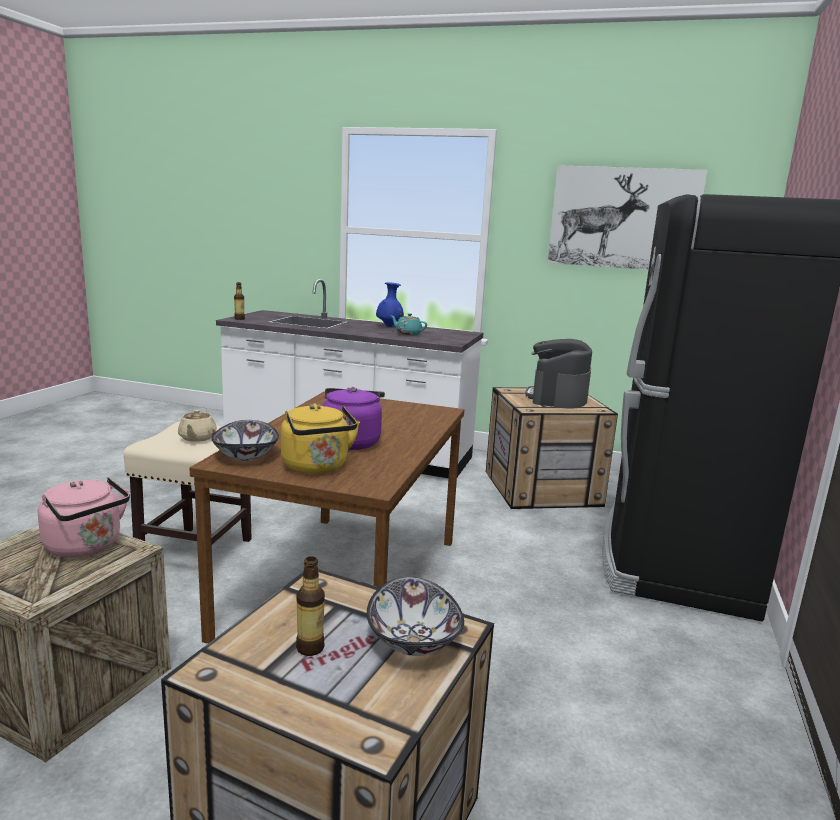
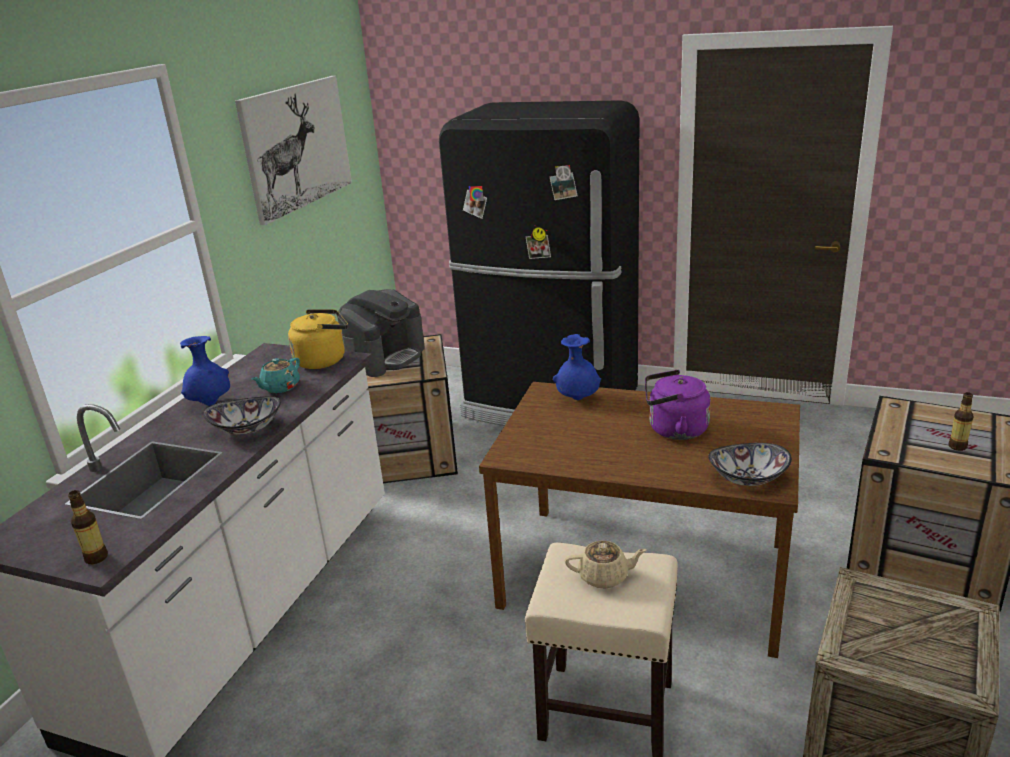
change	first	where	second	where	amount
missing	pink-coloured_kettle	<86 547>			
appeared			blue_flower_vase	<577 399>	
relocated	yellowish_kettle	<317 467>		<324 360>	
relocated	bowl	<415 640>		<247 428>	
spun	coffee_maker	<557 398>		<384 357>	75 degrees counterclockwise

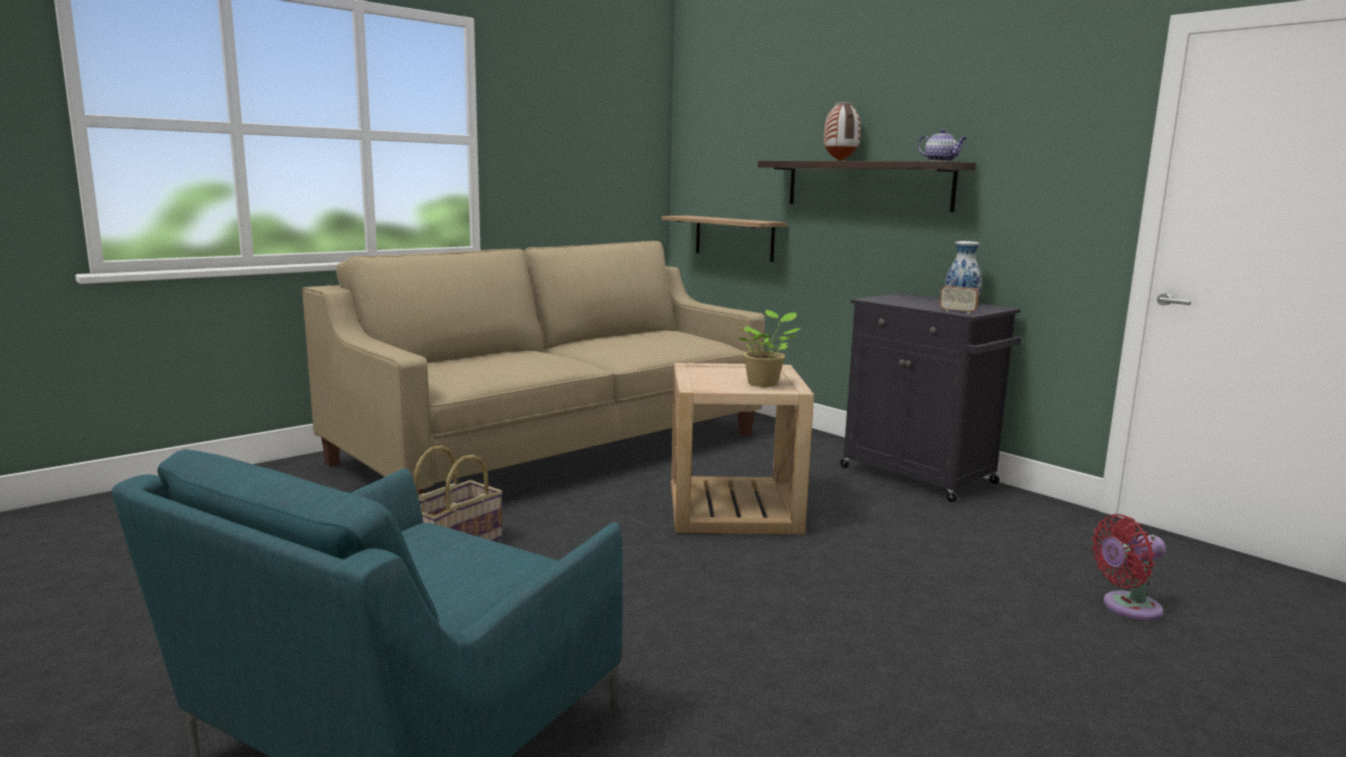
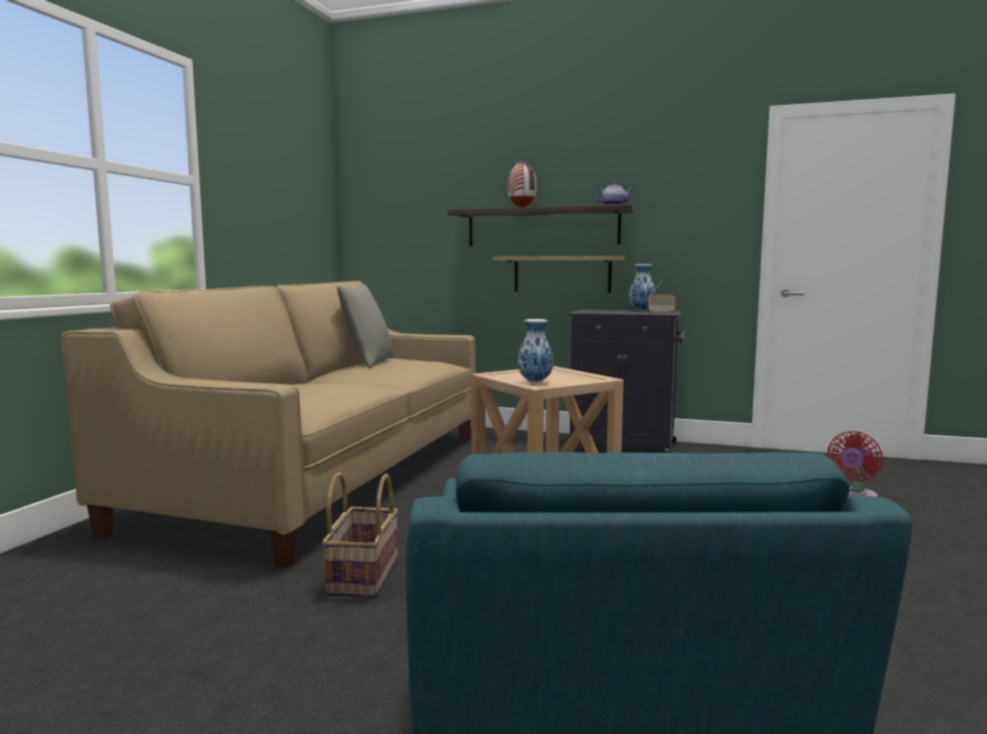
change	first	where	second	where	amount
missing	plant_in_a_pot	<764 383>			
appeared			greyish_pillow	<368 362>	
appeared			flower_vase	<535 381>	
relocated	bracket_shelf	<734 238>		<562 274>	

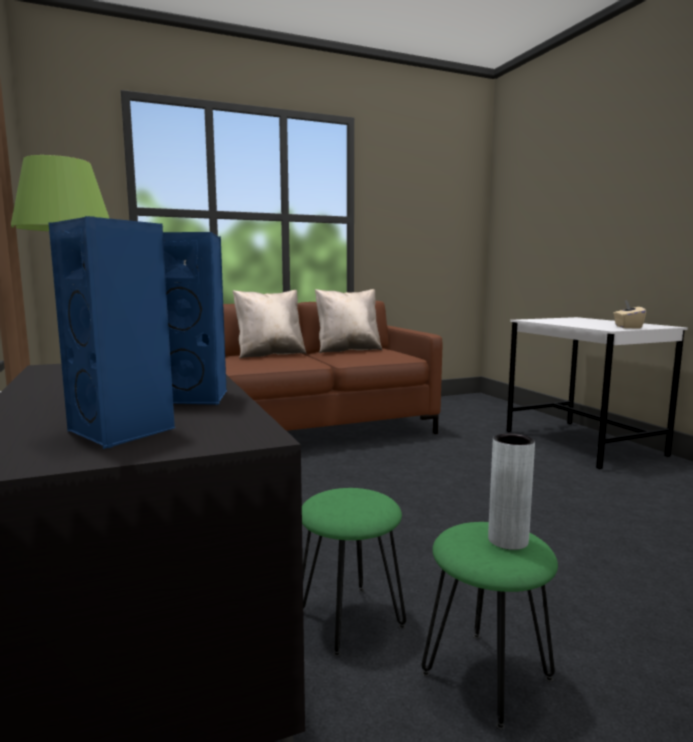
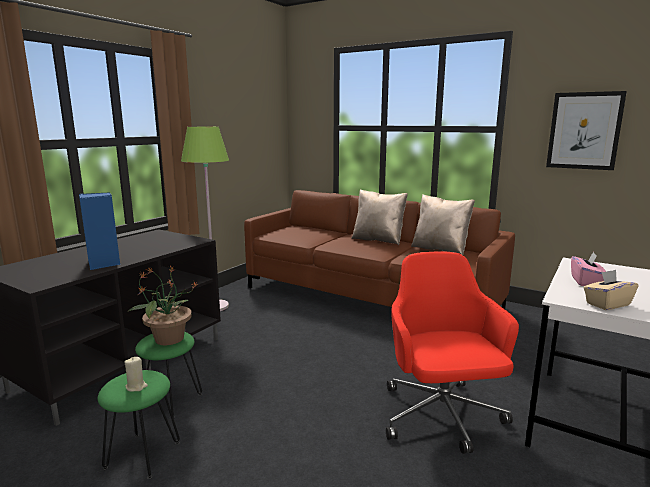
change	first	where	second	where	amount
missing	blue_loudspeaker	<124 431>			
appeared			plant_in_a_pot	<168 339>	
appeared			red-coloured_office_chair	<441 416>	
appeared			wall_art	<584 131>	
appeared			pink-coloured_tissue_box	<586 282>	
exchanged	greyish_flower_vase	<508 540>	beige_wax_candle	<136 386>	

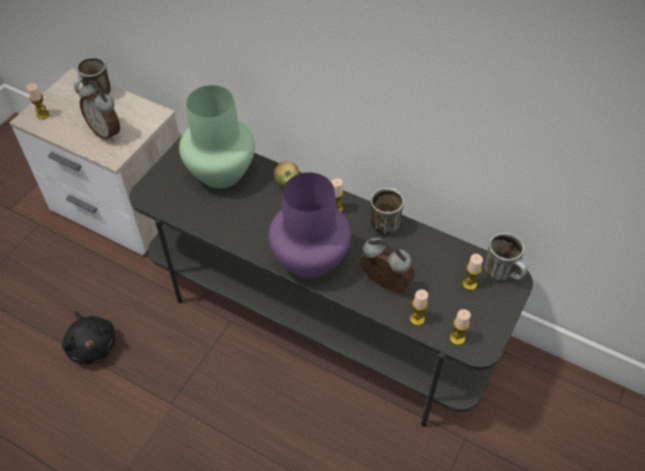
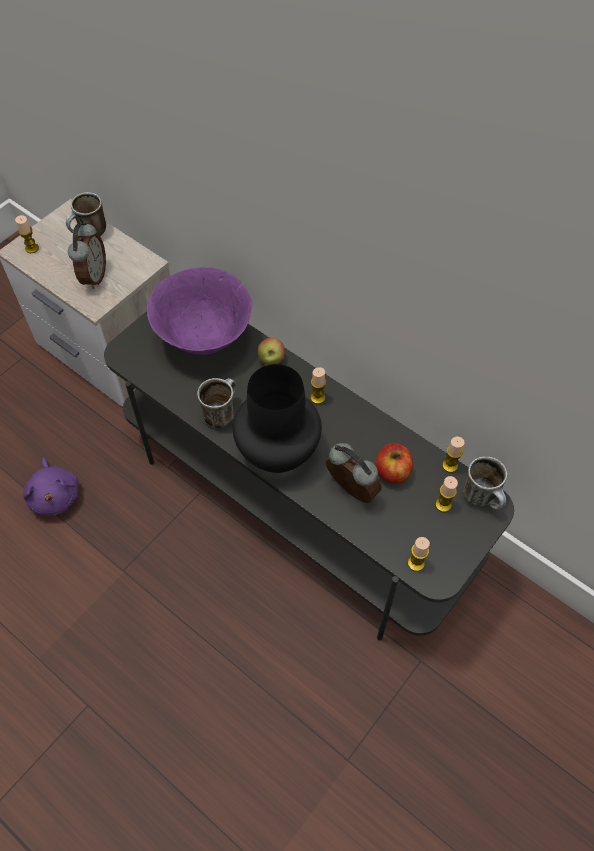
change	first	where	second	where	amount
appeared			whole_apple	<392 472>	
relocated	tea_mug	<385 222>		<220 412>	
relocated	wax_candle	<417 319>		<450 465>	
exchanged	greenish_flower_vase	<221 172>	purple-coloured_bowl	<204 338>	
colour	black-coloured_cuddly_toy	<92 345>	purple-coloured_cuddly_toy	<55 495>	
colour	purple-coloured_flower_vase	<309 259>	black-coloured_flower_vase	<277 450>	
spun	table_clock	<106 132>		<93 276>	135 degrees counterclockwise

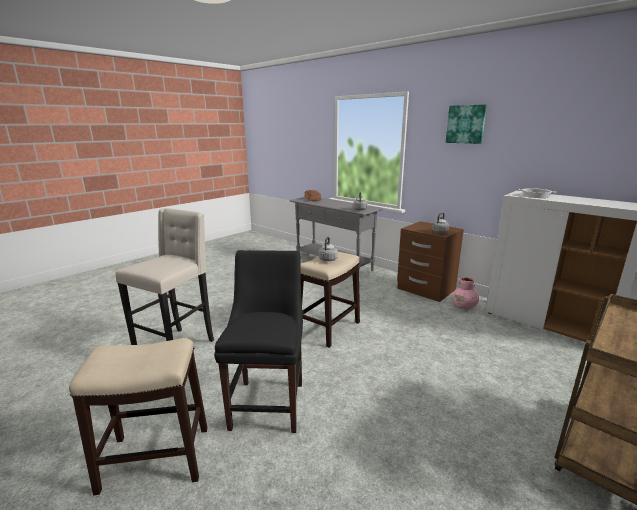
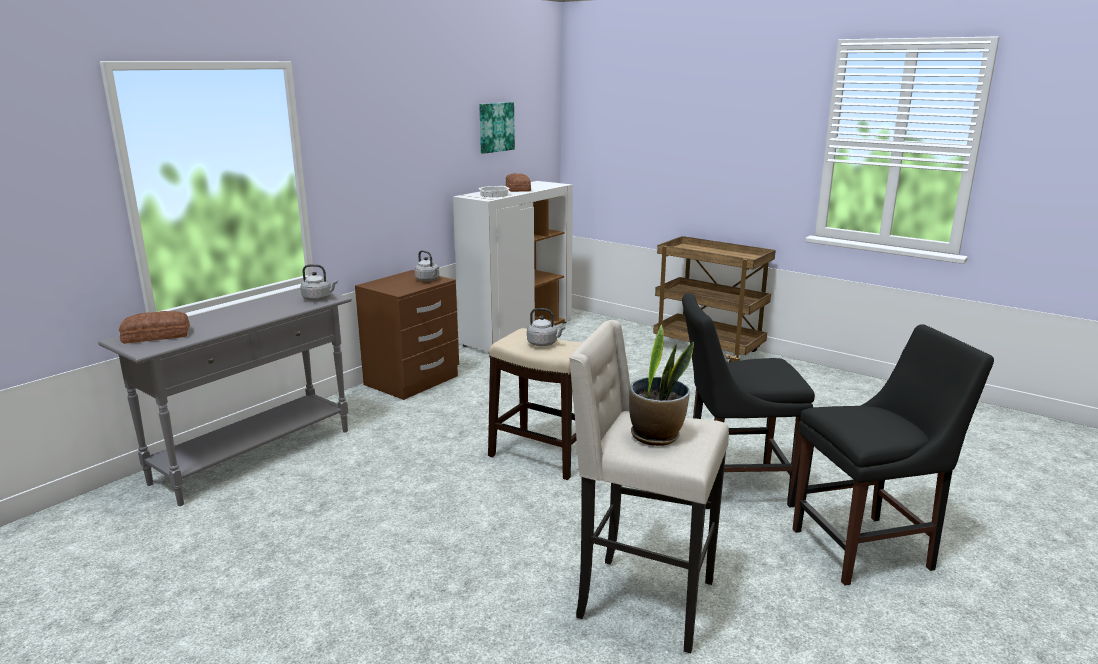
change	first	where	second	where	amount
missing	pink-coloured_flower_vase	<464 306>			
appeared			bread	<517 189>	
appeared			plant_in_a_pot	<656 436>	
relocated	wall_art	<466 124>		<495 127>	
exchanged	stool_seat	<154 459>	black-coloured_chair	<868 548>	

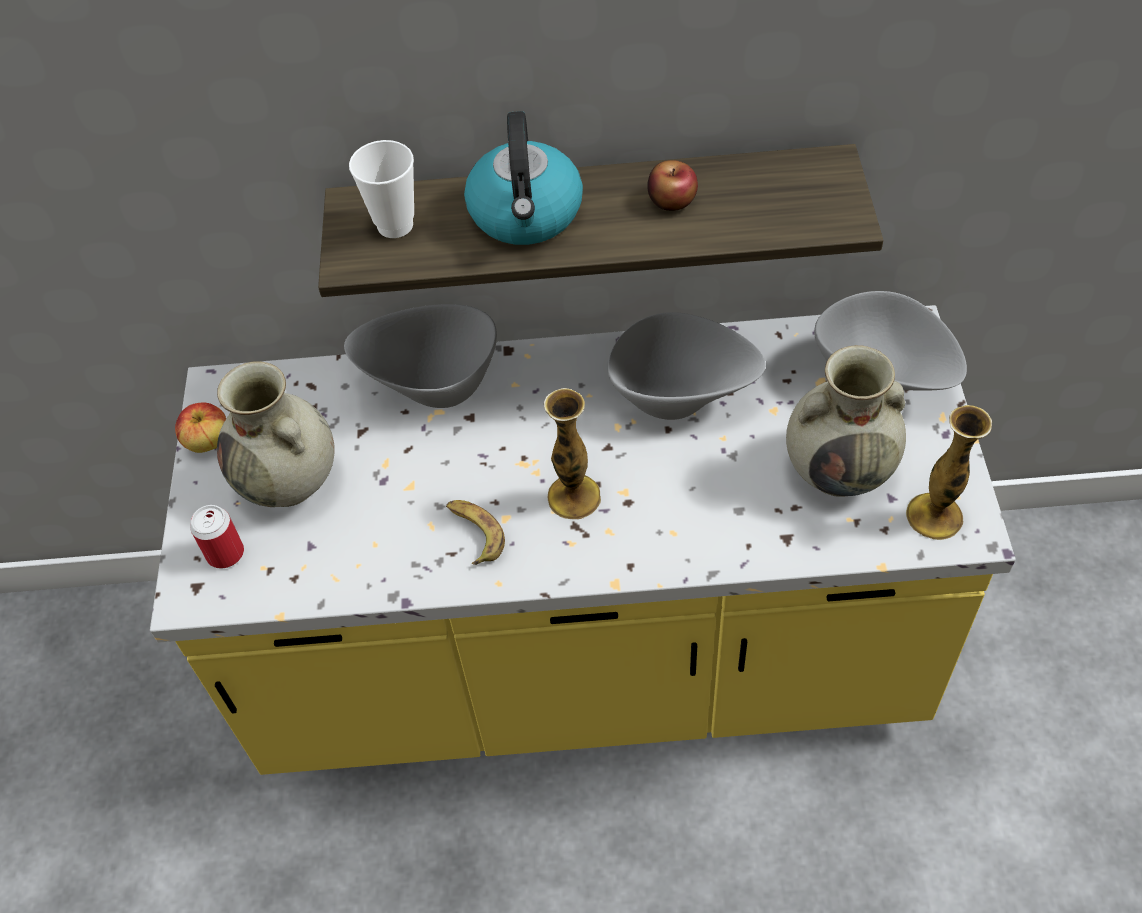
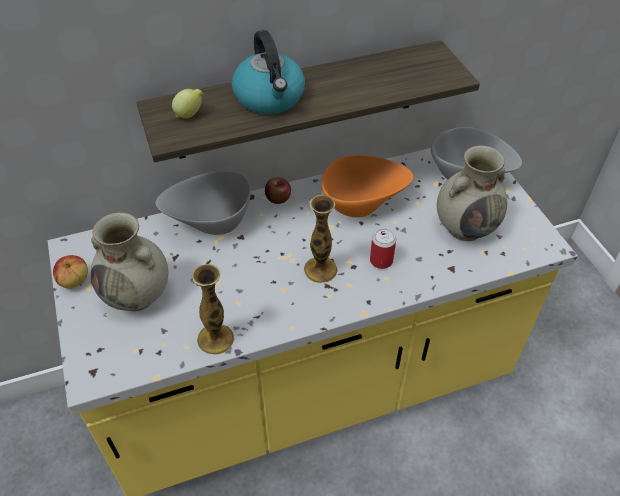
change	first	where	second	where	amount
missing	whole_banana	<474 533>			
relocated	sealed_can	<225 553>		<381 260>	
relocated	whole_apple	<672 200>		<278 198>	
relocated	flower_vase	<934 516>		<215 339>	
exchanged	cup	<395 225>	citrus_fruit	<190 114>	
colour	greyish_bowl	<681 396>	orange-coloured_bowl	<362 204>	

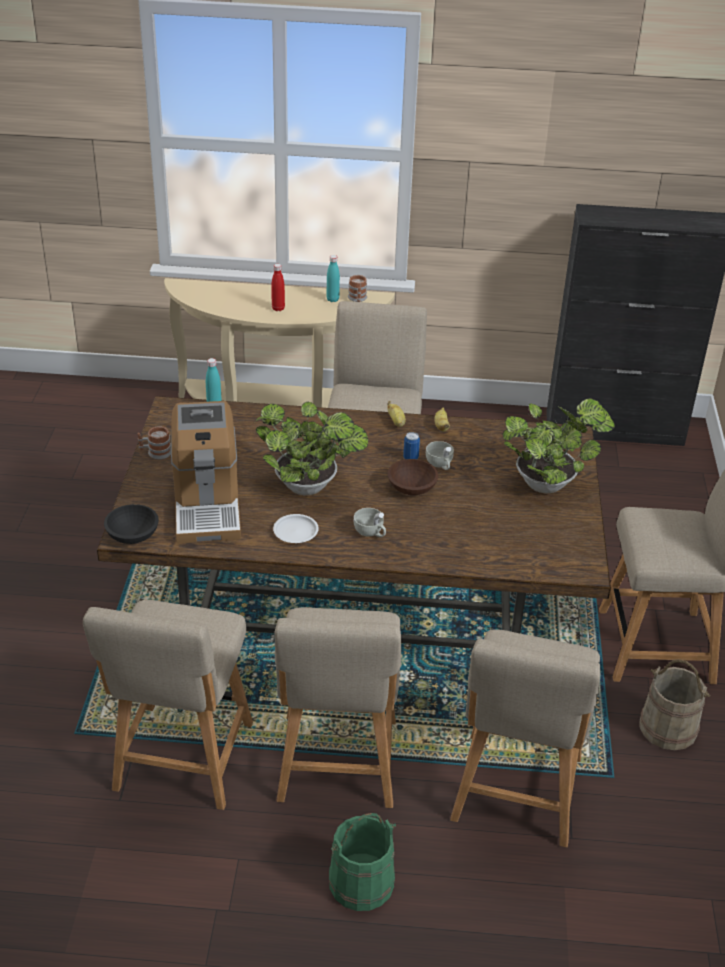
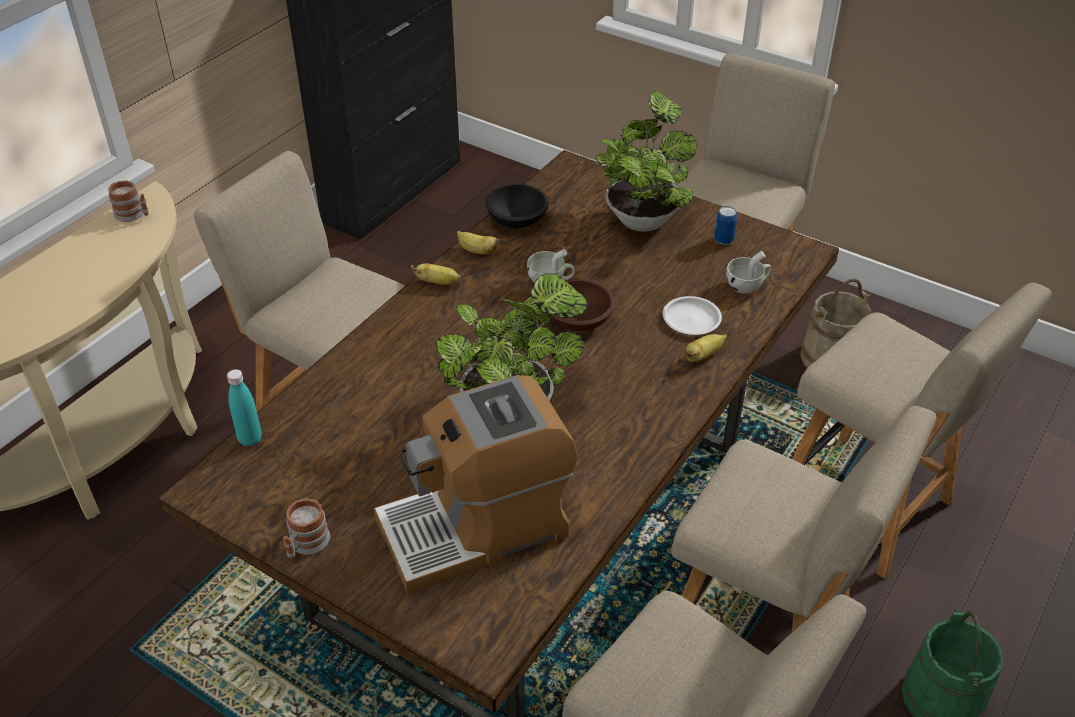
change	first	where	second	where	amount
missing	red-coloured_bottle	<278 308>			
missing	blue-green_bottle	<332 299>			
appeared			whole_banana	<703 355>	
relocated	black-coloured_bowl	<133 536>		<518 219>	
relocated	white_plate	<296 531>		<691 319>	
relocated	white_cup	<370 532>		<747 286>	
relocated	sealed_can	<410 458>		<723 240>	
spun	coffee_maker	<207 505>		<476 527>	135 degrees clockwise

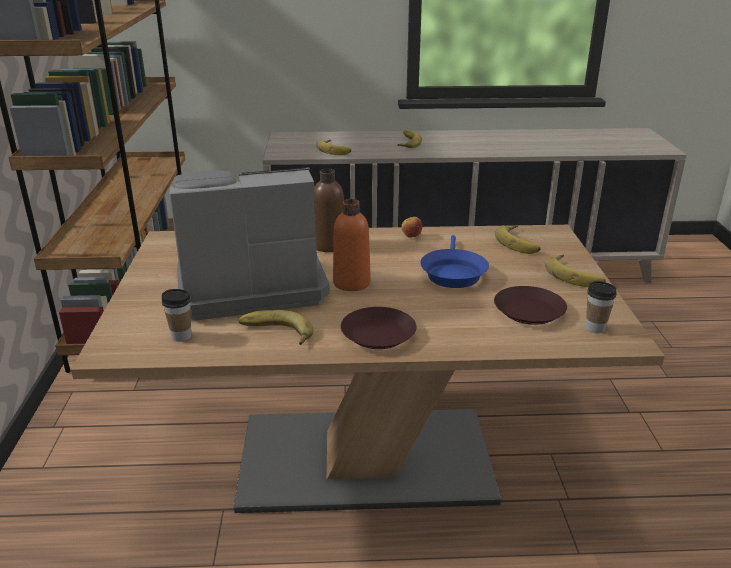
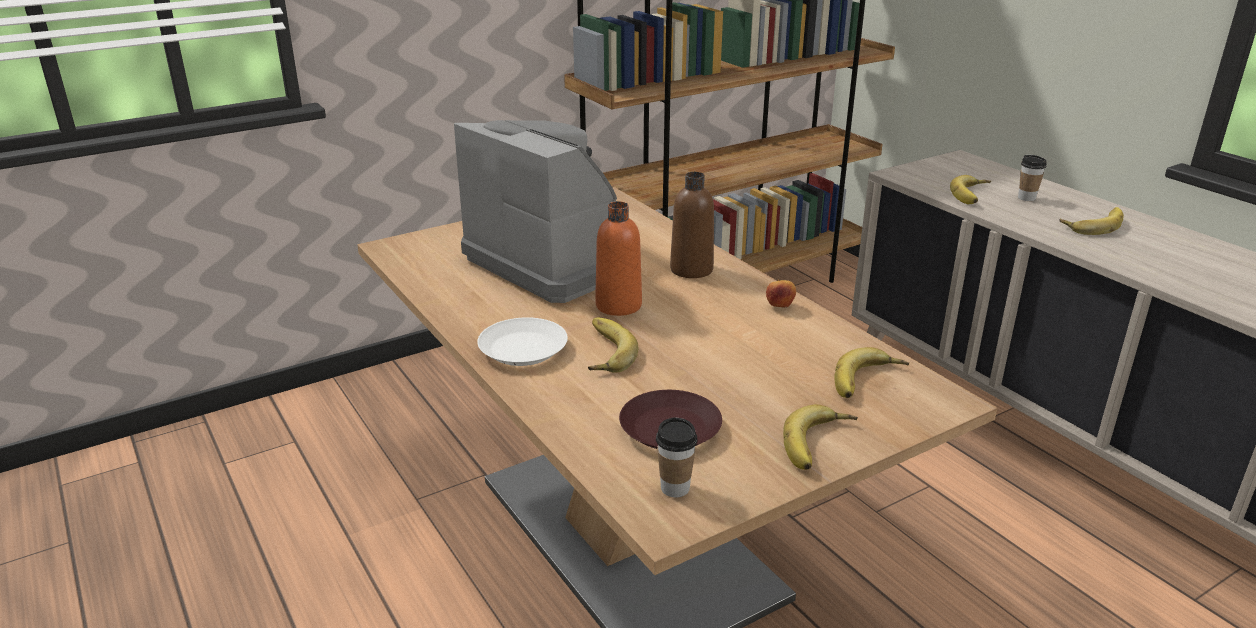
change	first	where	second	where	amount
missing	blue_frying_pan	<452 273>			
relocated	cup	<181 336>		<1026 198>	
relocated	whole_banana	<275 334>		<603 351>	
colour	brownish_plate	<378 334>	white_plate	<524 349>	

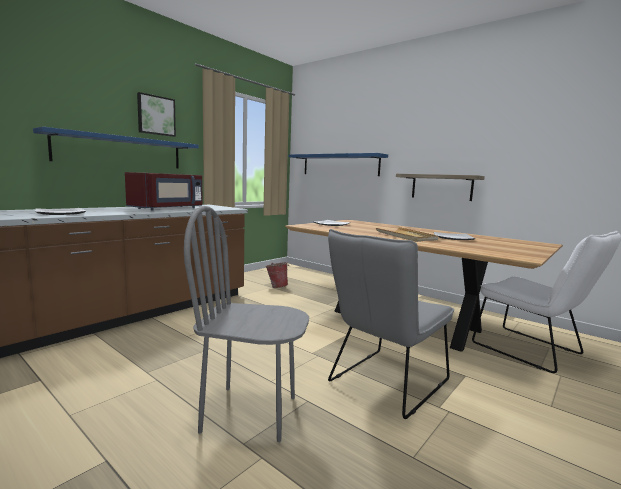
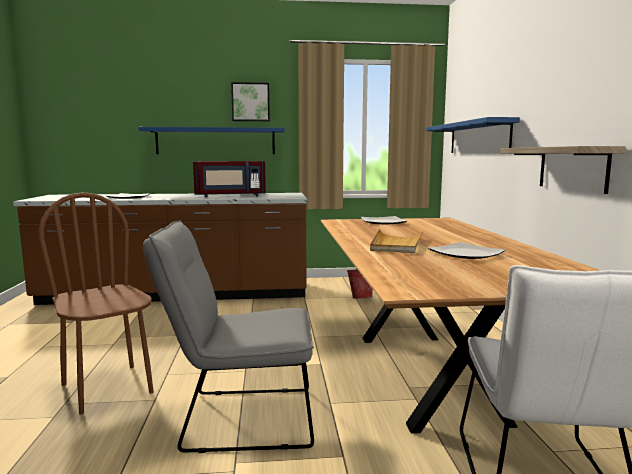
change	first	where	second	where	amount
colour	greyish_chair	<250 413>	brownish_chair	<108 388>	

